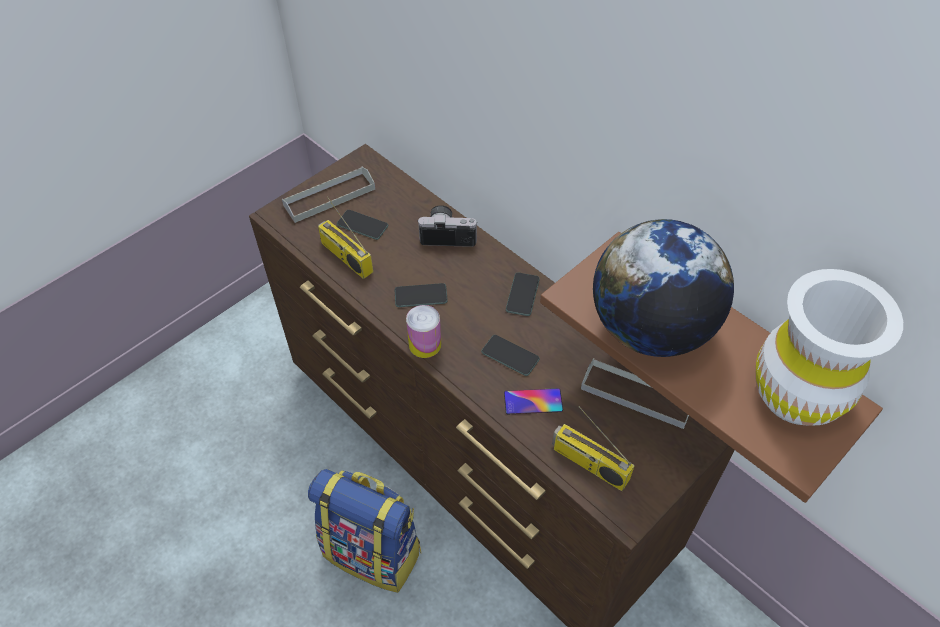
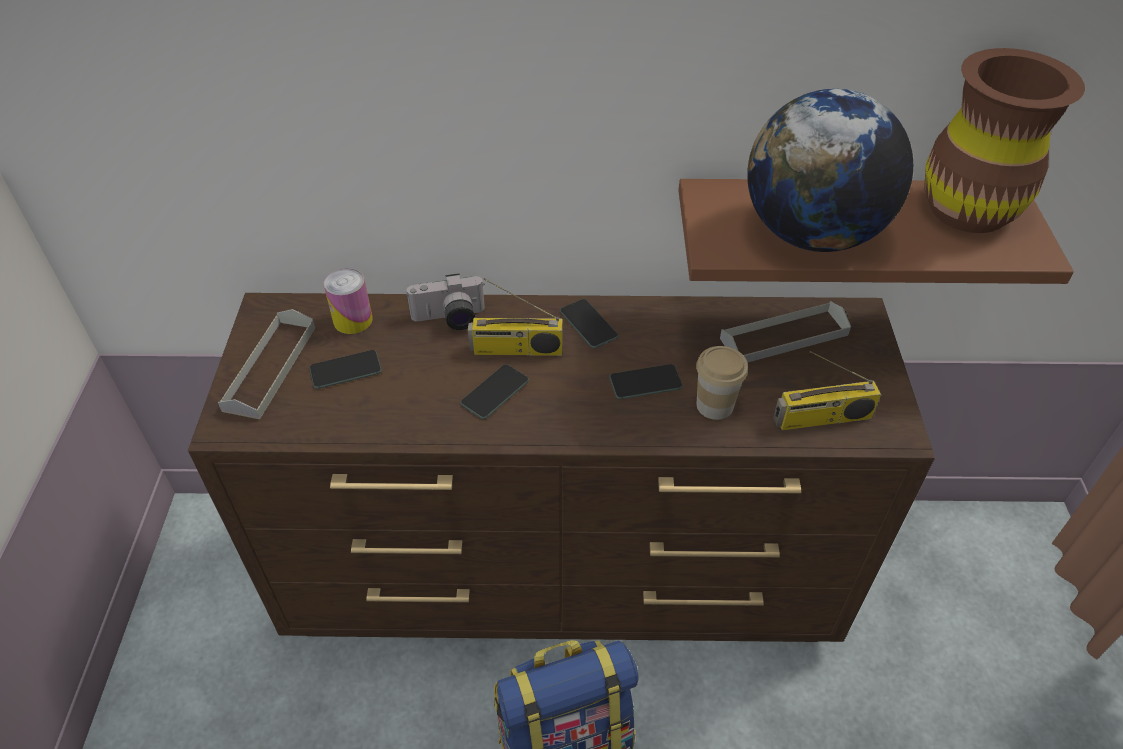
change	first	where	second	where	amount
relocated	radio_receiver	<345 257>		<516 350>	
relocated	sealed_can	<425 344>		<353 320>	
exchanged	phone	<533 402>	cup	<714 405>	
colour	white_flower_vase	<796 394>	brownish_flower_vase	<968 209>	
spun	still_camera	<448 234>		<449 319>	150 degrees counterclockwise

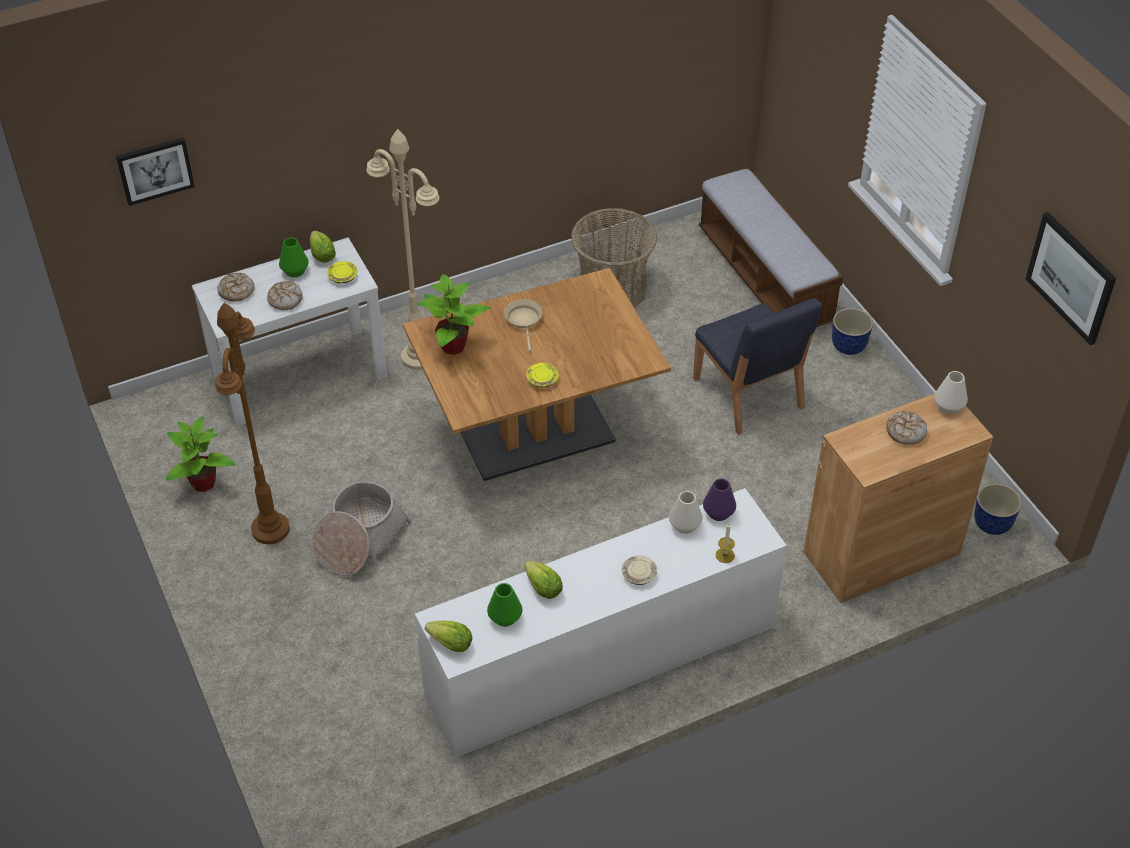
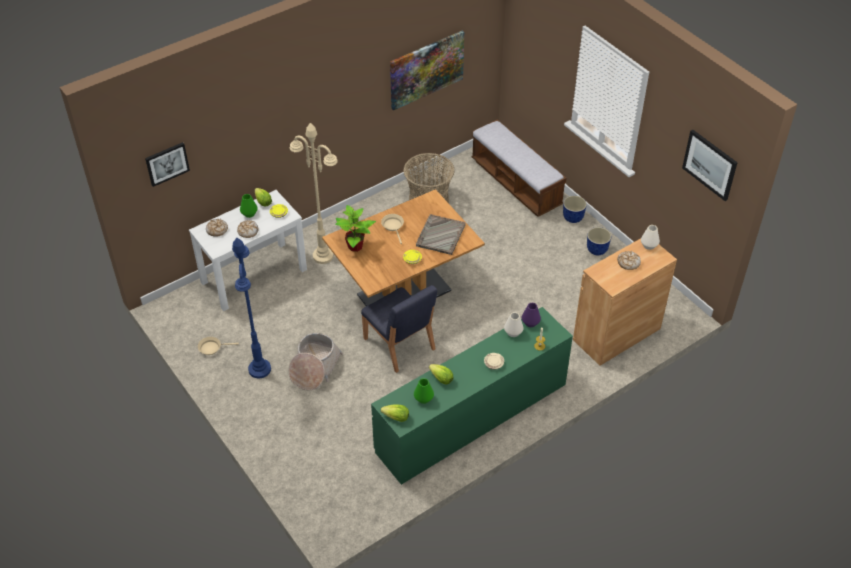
change	first	where	second	where	amount
appeared			wall_art	<426 69>	
appeared			greyish_carrying_tray	<440 235>	
relocated	blue_chair	<748 394>		<399 344>	
relocated	flower_pot	<992 524>		<597 250>	
exchanged	plant_in_a_pot	<203 483>	beige_frying_pan	<212 348>	
colour	brownish_floor_lamp	<270 529>	blue_floor_lamp	<259 369>	
colour	white_drawer_chest	<601 660>	greenish_drawer_chest	<472 417>	

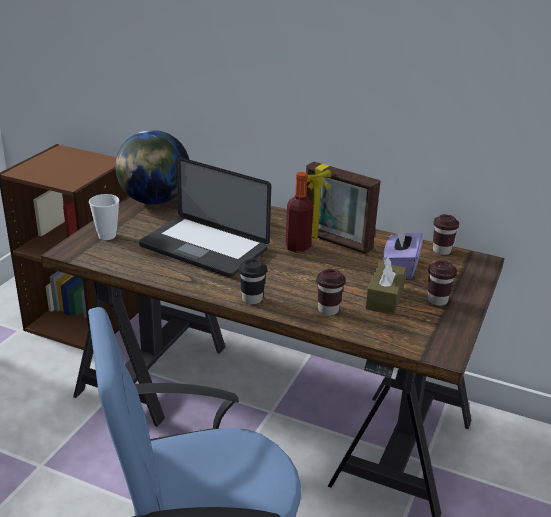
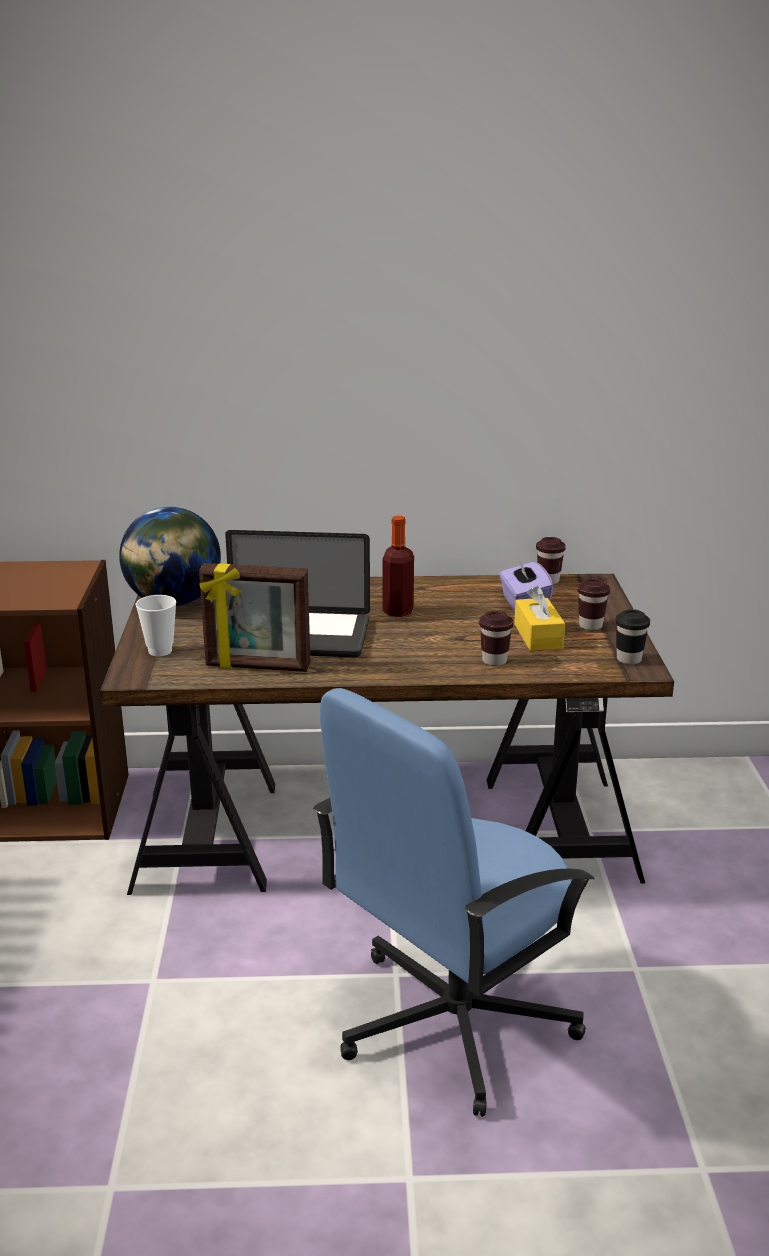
change	first	where	second	where	amount
relocated	black-coloured_cup	<252 299>		<628 659>	
relocated	standing_frame	<336 242>		<257 667>	
colour	brownish_tissue_box	<385 298>	yellowish_tissue_box	<538 636>	

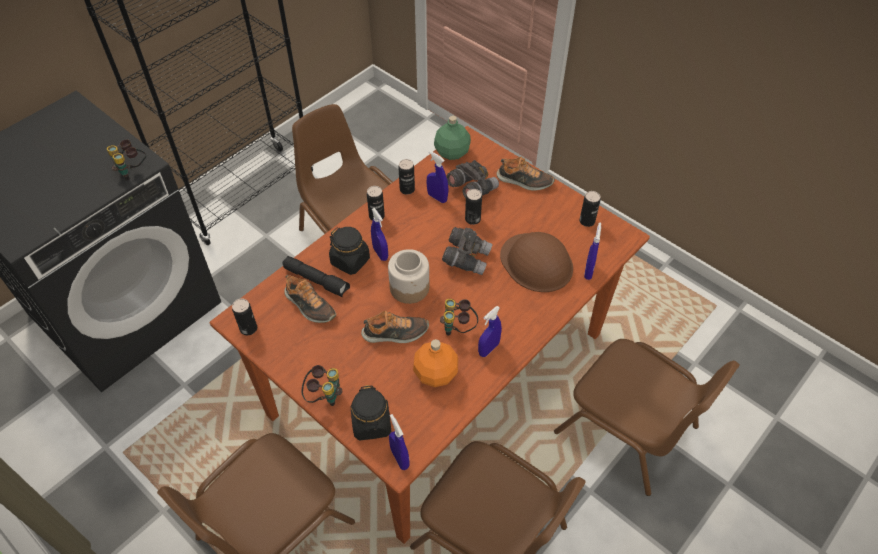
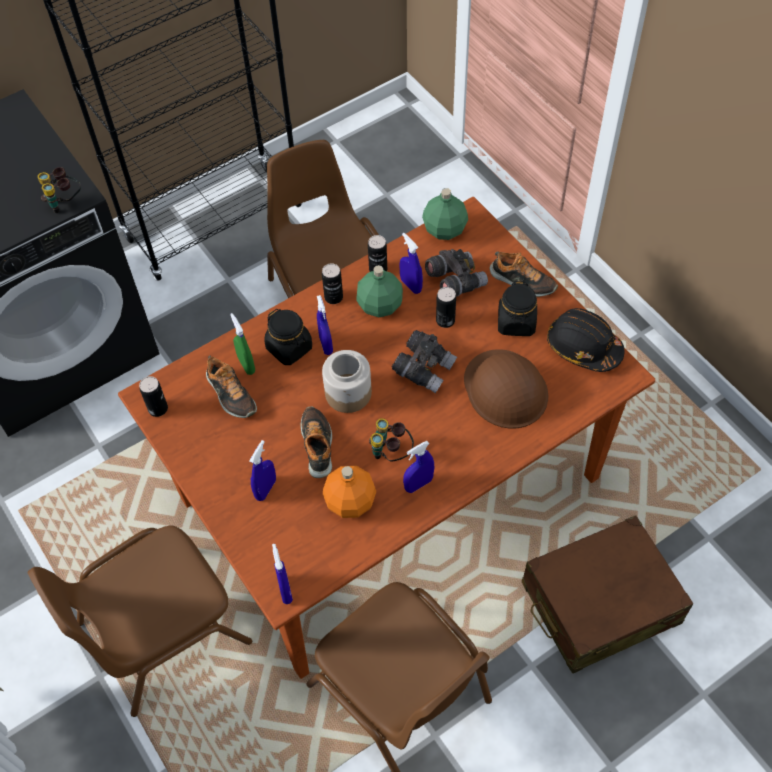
change	first	where	second	where	amount
missing	binoculars	<324 395>			
appeared			greenish_bottle	<379 305>	
relocated	black-coloured_preserve_jar	<371 423>		<516 322>	
relocated	blue_sprayer	<588 271>		<266 489>	
exchanged	black-coloured_torch	<317 280>	greenish_sprayer	<246 365>	
exchanged	brownish_chair	<628 430>	brownish_travel_case	<599 603>	
exchanged	sealed_can	<587 221>	black-coloured_hard_hat	<583 347>	
spun	low_shoe	<395 333>		<318 445>	105 degrees counterclockwise

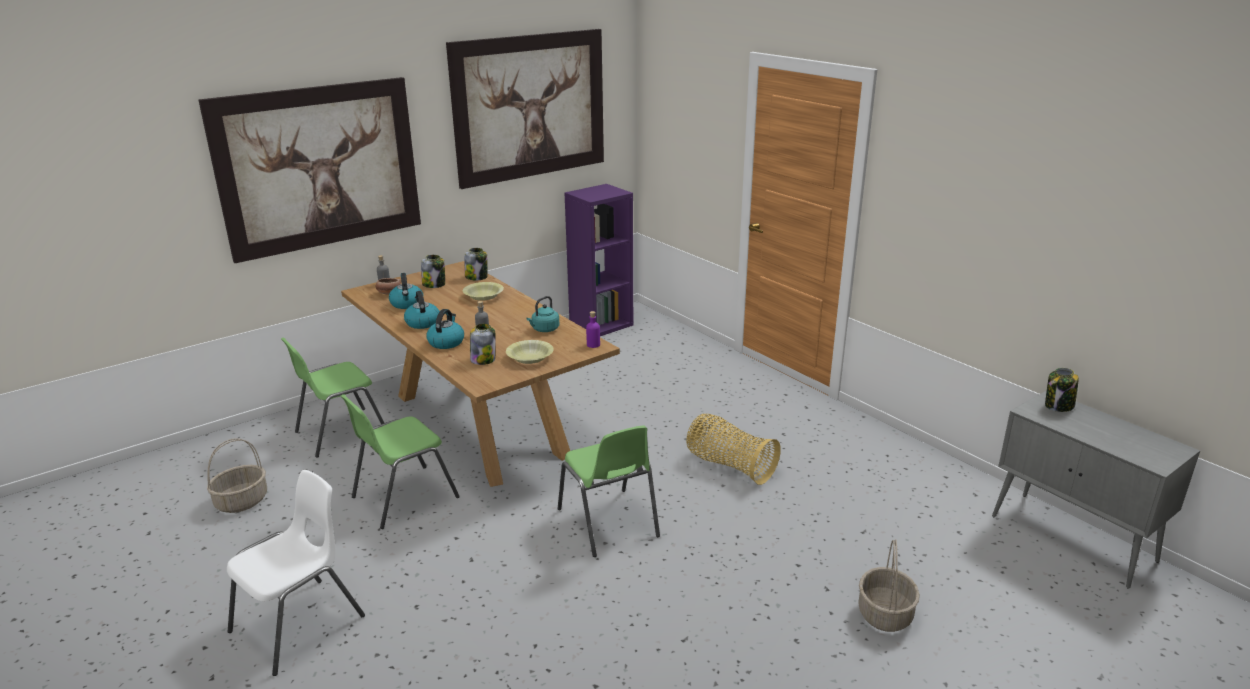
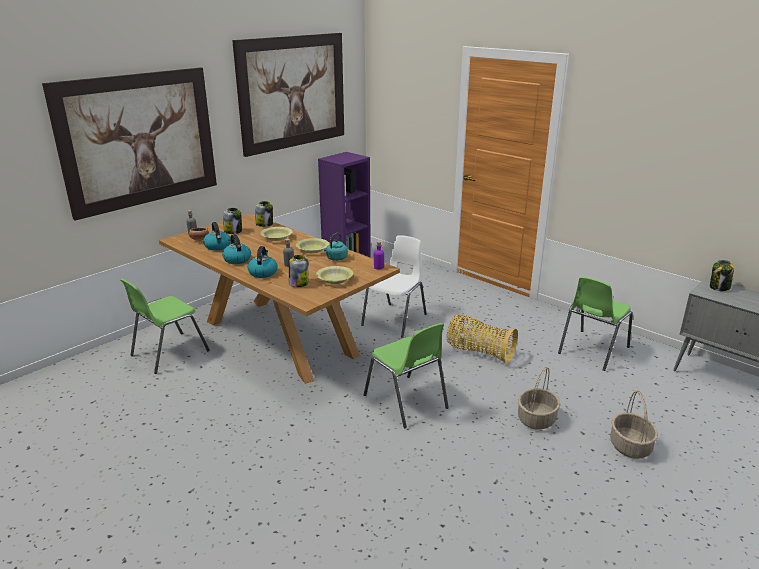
change	first	where	second	where	amount
appeared			yellowish_bowl	<312 250>	
relocated	basket	<242 501>		<536 419>	
relocated	white_chair	<300 624>		<396 319>	
relocated	greenish_chair	<403 497>		<592 350>	

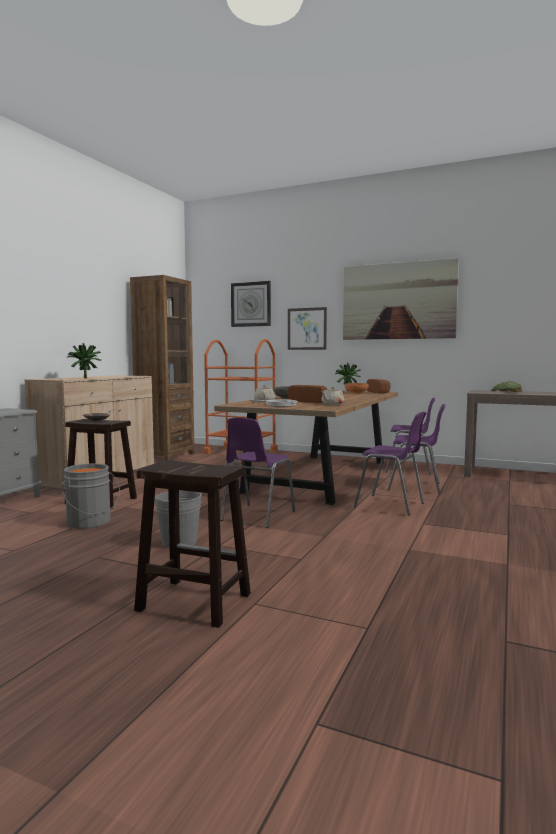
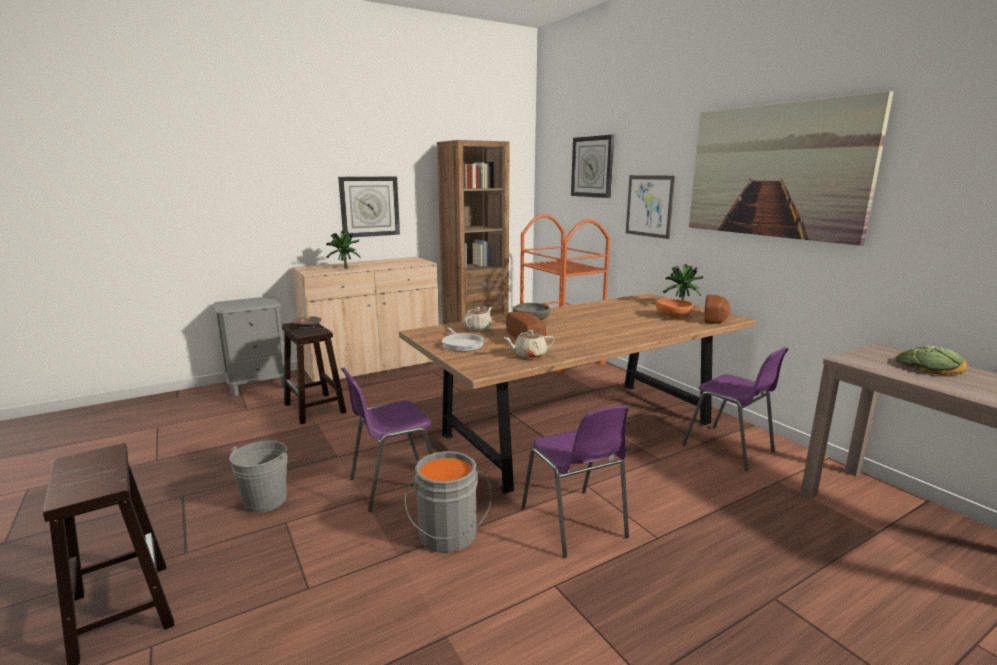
change	first	where	second	where	amount
missing	purple-coloured_chair	<415 487>			
appeared			wall_clock	<369 206>	
relocated	greyish_pail	<90 522>		<448 536>	

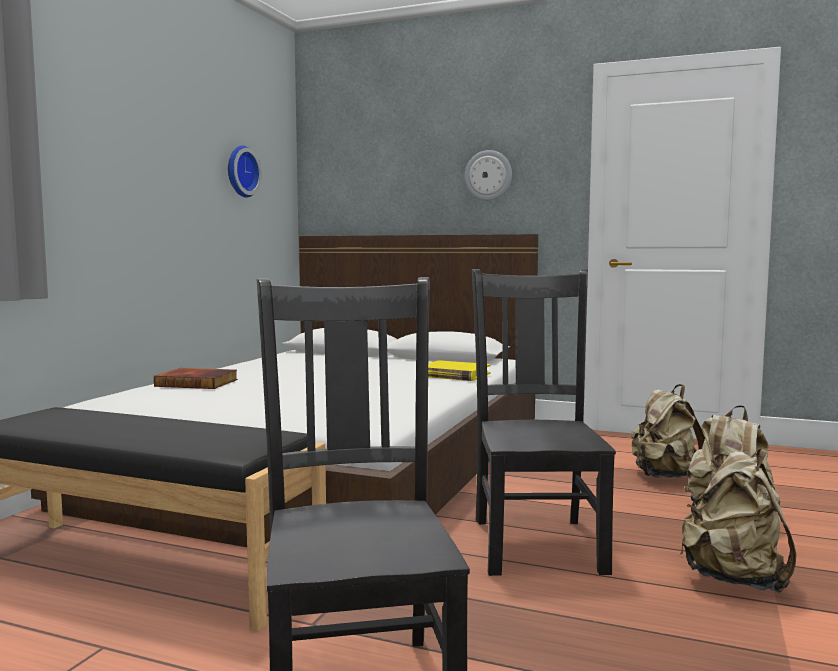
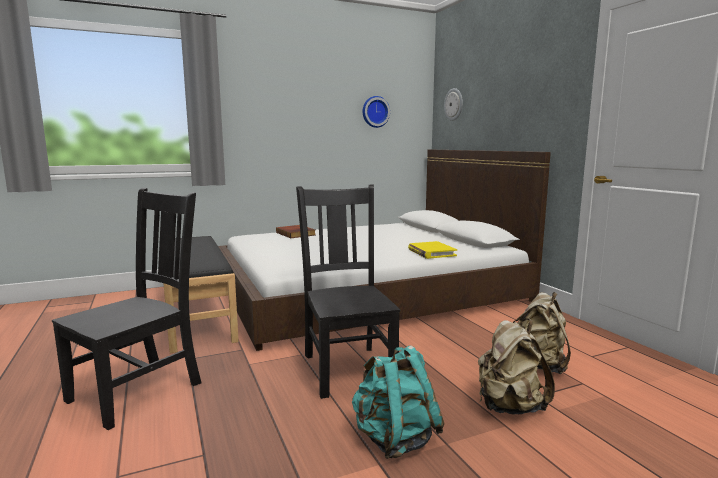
change	first	where	second	where	amount
relocated	wall_clock	<488 175>		<454 104>	
colour	beige_backpack	<735 579>	blue-green_backpack	<394 439>	
spun	black-coloured_chair	<537 542>		<348 368>	60 degrees counterclockwise

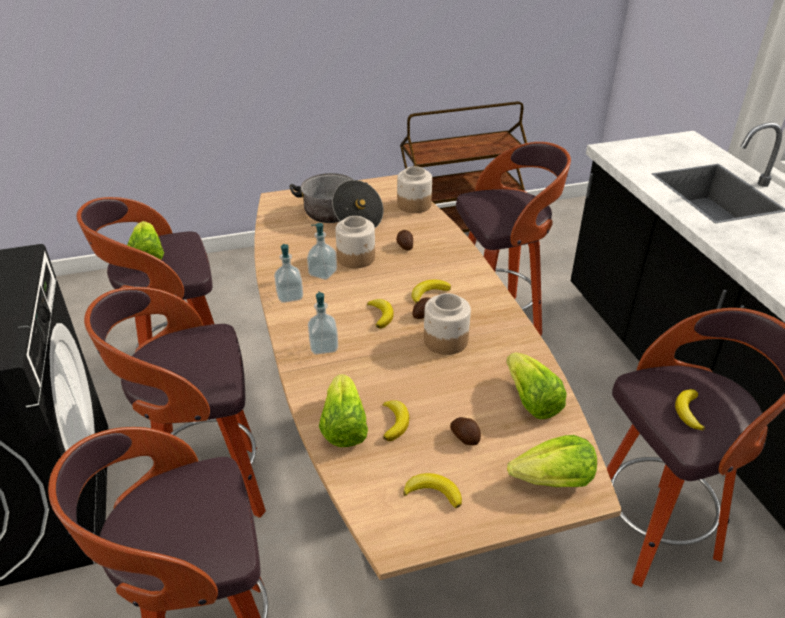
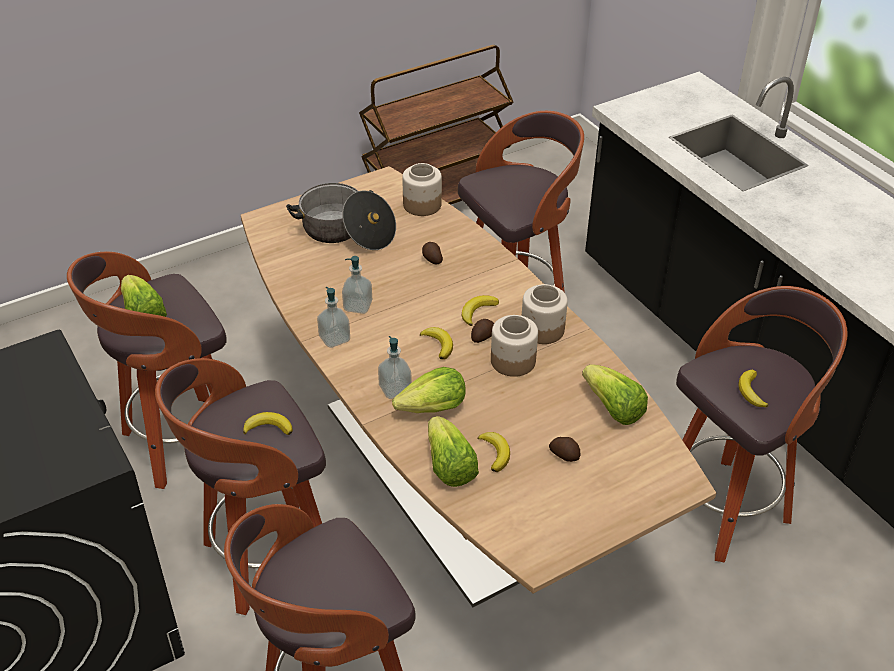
change	first	where	second	where	amount
relocated	preserve_jar	<356 258>		<543 329>	
relocated	whole_banana	<433 492>		<268 427>	
relocated	lettuce_head	<553 481>		<433 408>	

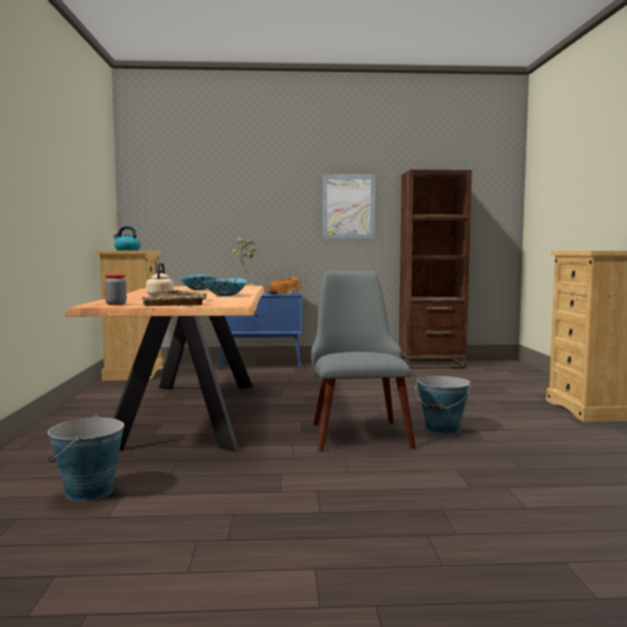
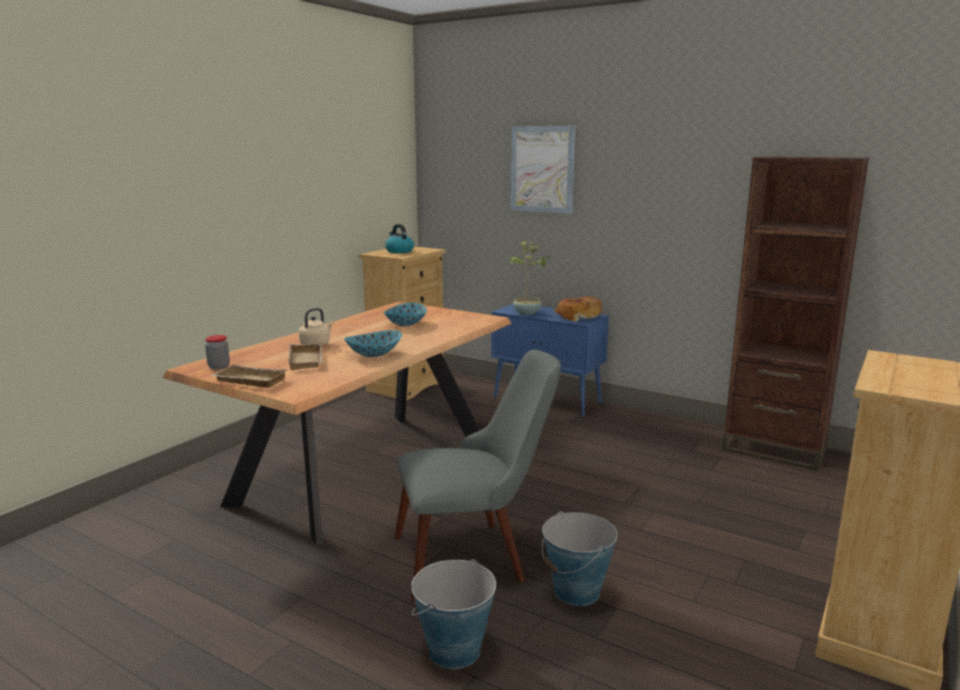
change	first	where	second	where	amount
relocated	pail	<89 492>		<454 650>	
relocated	wall_art	<348 206>		<542 169>	
spun	greyish_chair	<356 430>		<475 555>	45 degrees clockwise

